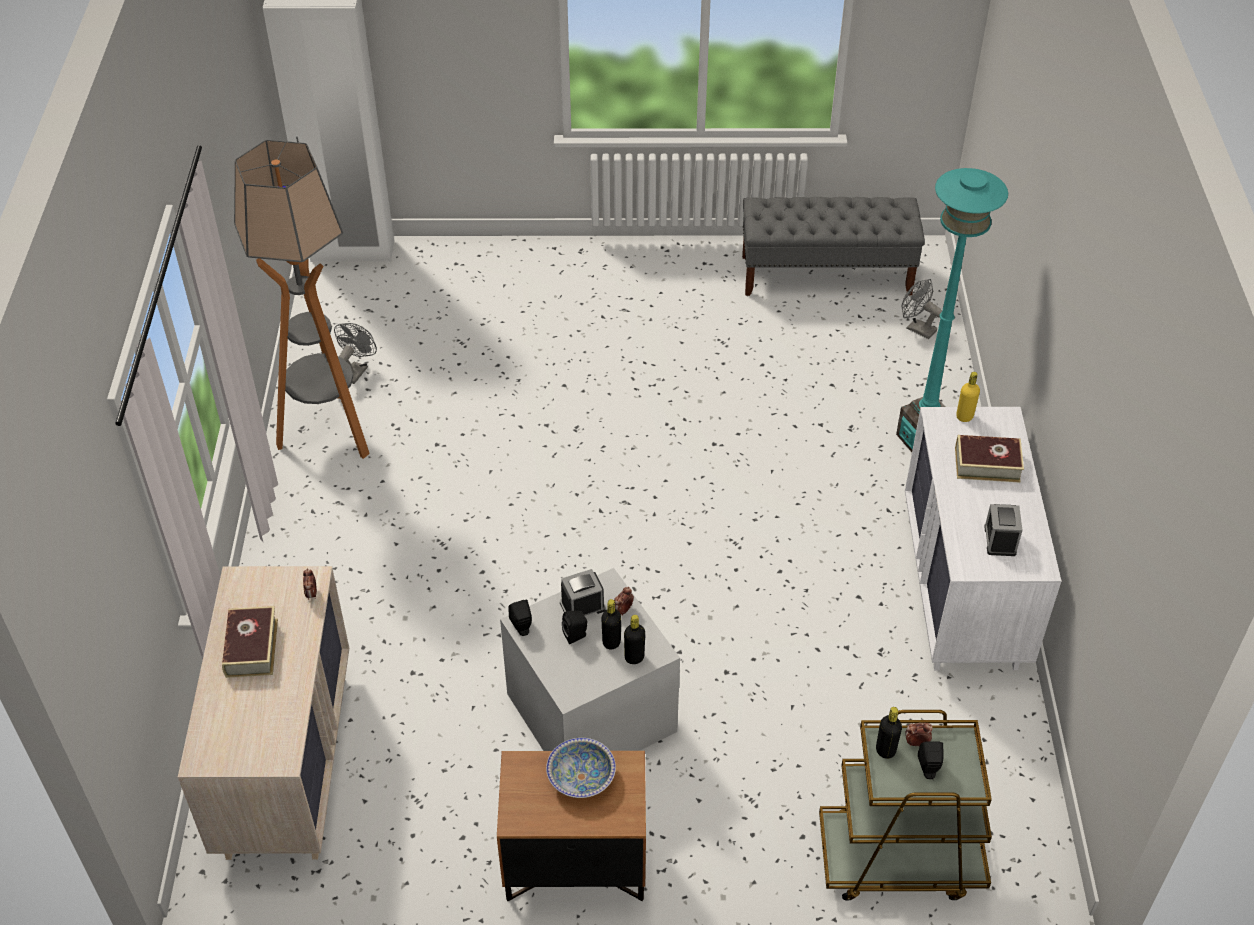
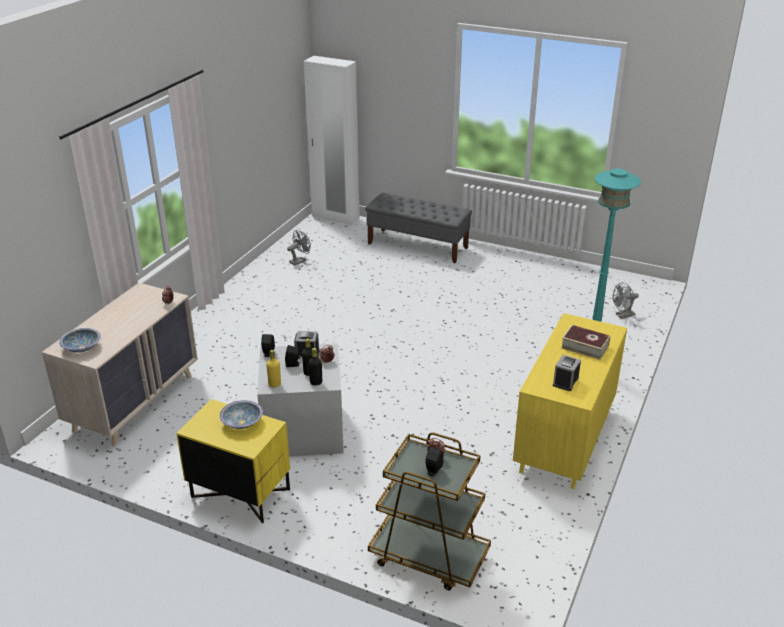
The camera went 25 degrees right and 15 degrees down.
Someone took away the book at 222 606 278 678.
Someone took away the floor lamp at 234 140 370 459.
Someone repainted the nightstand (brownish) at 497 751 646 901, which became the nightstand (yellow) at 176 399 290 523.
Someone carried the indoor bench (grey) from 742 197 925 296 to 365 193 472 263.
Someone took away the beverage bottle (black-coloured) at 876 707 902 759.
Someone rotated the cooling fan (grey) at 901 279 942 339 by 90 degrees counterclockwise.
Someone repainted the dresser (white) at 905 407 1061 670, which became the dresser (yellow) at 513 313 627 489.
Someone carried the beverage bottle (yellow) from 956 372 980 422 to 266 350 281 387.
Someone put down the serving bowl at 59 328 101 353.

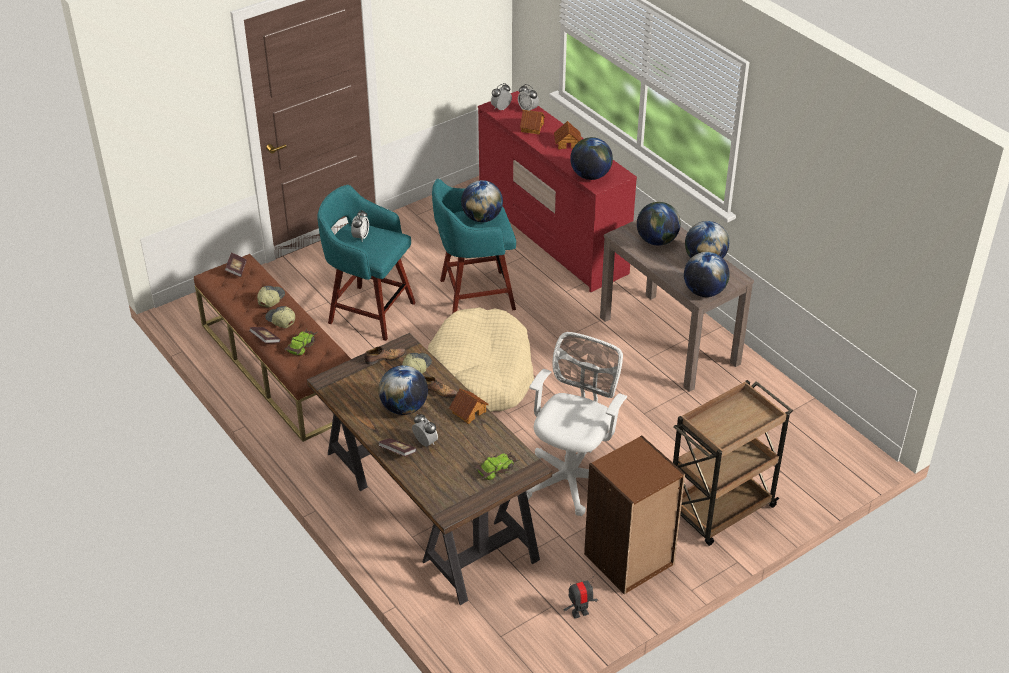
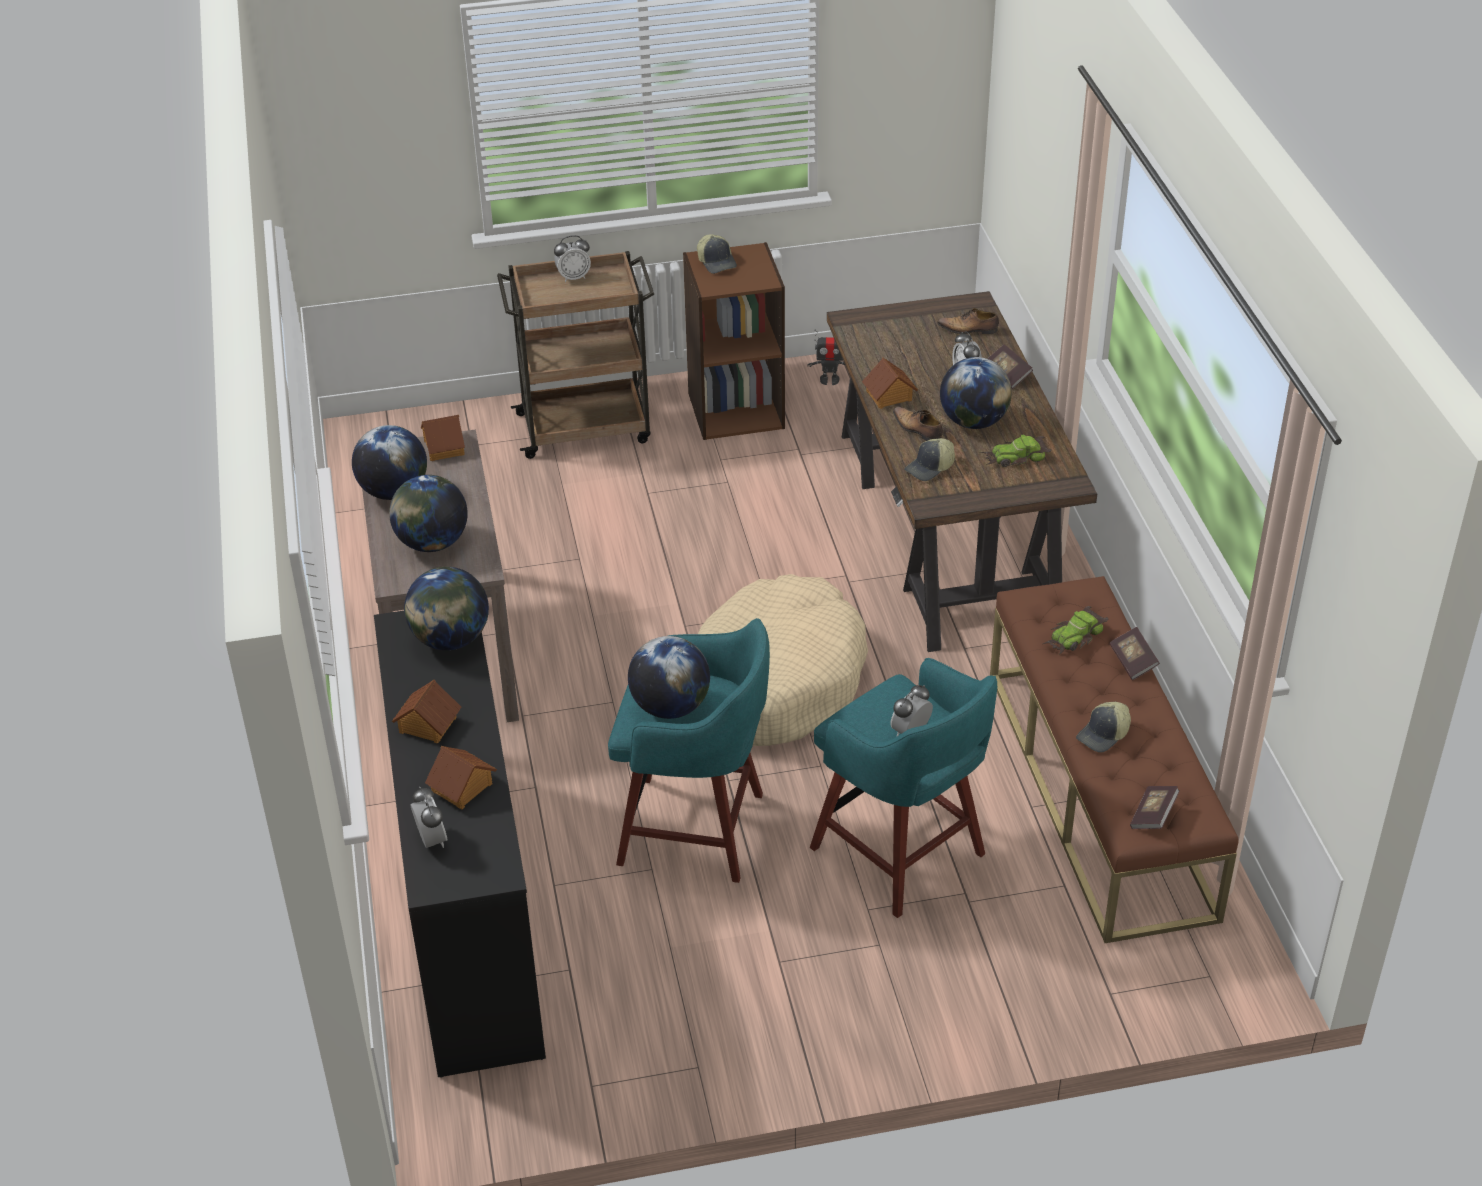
The camera went 155 degrees left and 0 degrees up.
Someone carried the peaked cap from 265 306 295 328 to 697 234 737 274.
Someone carried the shoe from 364 347 407 365 to 937 308 999 334.
Someone carried the toy car from 474 452 520 480 to 980 435 1052 467.
Someone repainted the dresser (red) at 478 91 637 292, which became the dresser (black-coloured) at 374 611 546 1078.
Someone carried the bedside clock from 491 83 512 110 to 554 235 591 282.
Someone took away the office chair (white) at 526 332 627 516.
Someone swapped the desk globe at 684 252 729 297 for the miniature house at 421 415 465 461.

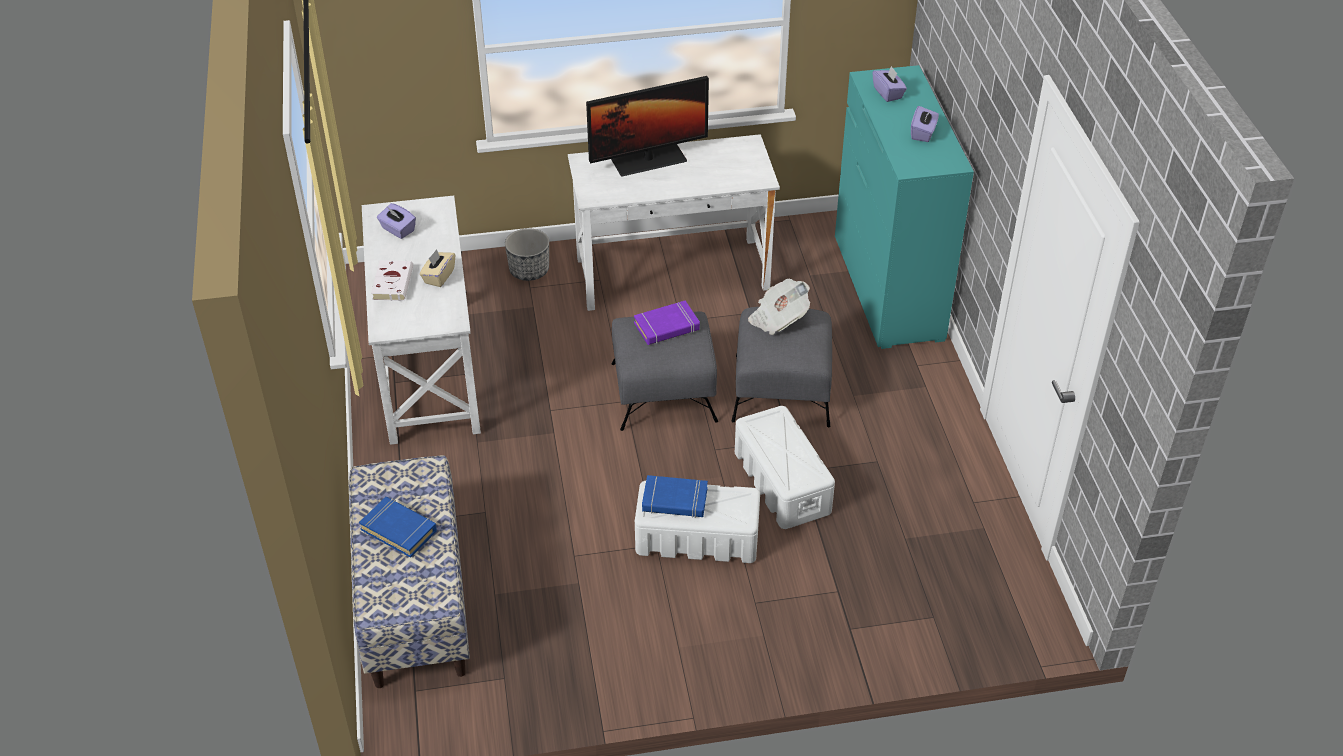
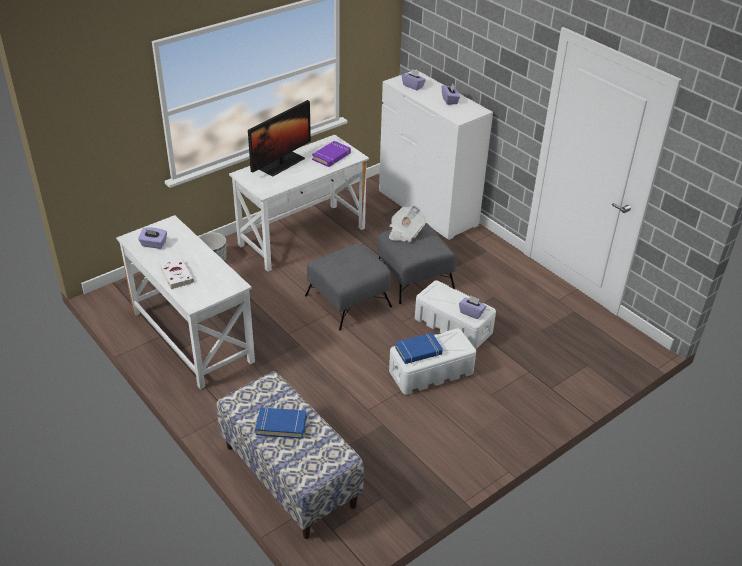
The camera went 30 degrees left and 5 degrees down.
Someone took away the tissue holder (beige-coloured) at 420 249 455 287.
Someone carried the book (purple) from 634 301 700 345 to 312 141 351 167.
Someone repainted the dresser (turquoise-coloured) at 835 65 974 349, which became the dresser (white) at 379 70 493 240.
Someone put down the tissue holder (purple) at 459 295 487 319.

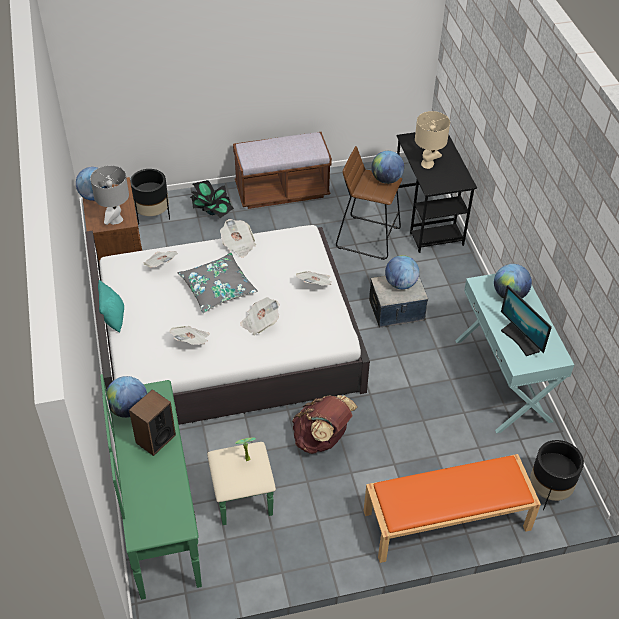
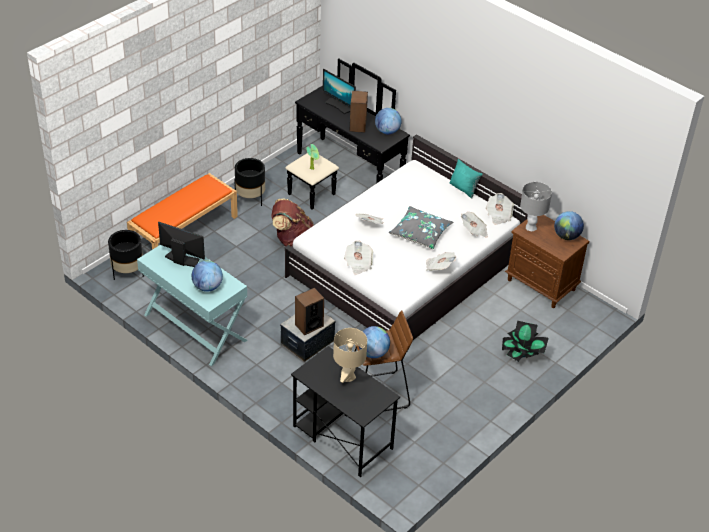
The camera went 145 degrees right and 5 degrees down.
Someone repainted the dresser (green-coloured) at 100 374 276 600, which became the dresser (black-coloured) at 285 59 410 209.
Someone carried the plant pot (black-coloured) from 130 169 170 224 to 234 158 265 206.
Someone carried the newspaper from 170 326 210 345 to 486 193 514 225.
Someone took away the indoor bench (brownish) at 233 132 332 209.
Someone swapped the desk globe at 385 255 419 289 for the audio speaker at 295 288 324 335.
Someone put down the monitor at 323 69 356 114.

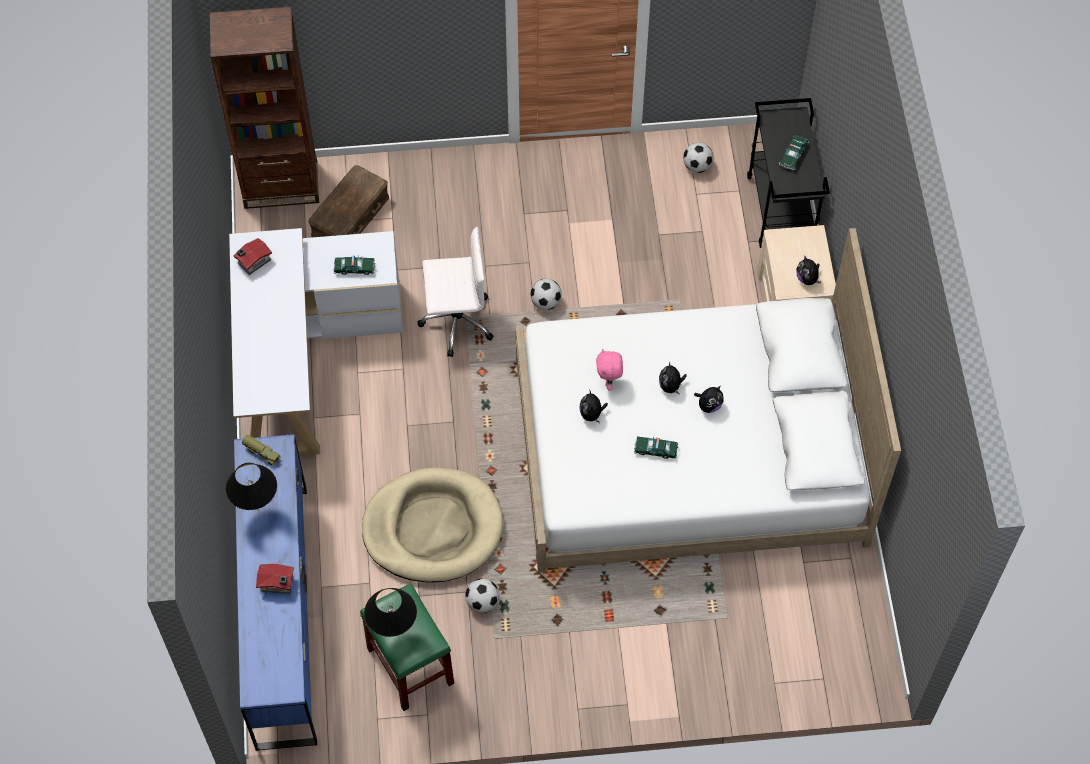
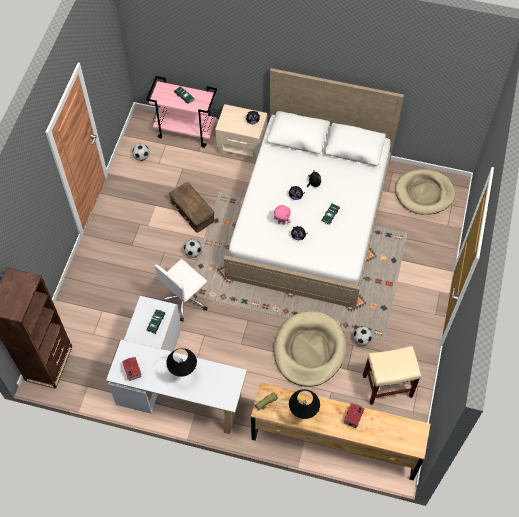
The camera went 70 degrees left and 0 degrees up.
Someone repainted the dresser (bluish) at 234 434 317 751, which became the dresser (brownish) at 251 382 430 480.
Someone carried the storage box (brownish) from 308 165 389 237 to 169 182 215 233.
Someone repainted the sitting stool (green-coloured) at 360 583 454 711, which became the sitting stool (beige-coloured) at 363 346 421 405.
Someone carried the lamp for a table (black-coloured) from 364 588 417 637 to 166 348 197 377.
Someone rotated the office chair (white) at 418 227 493 357 by 150 degrees counterclockwise.
Someone repainted the trolley (black-coloured) at 747 98 830 248, which became the trolley (pink-coloured) at 146 76 217 148.
Someone put down the dog cushion (beige-coloured) at 395 169 455 215.

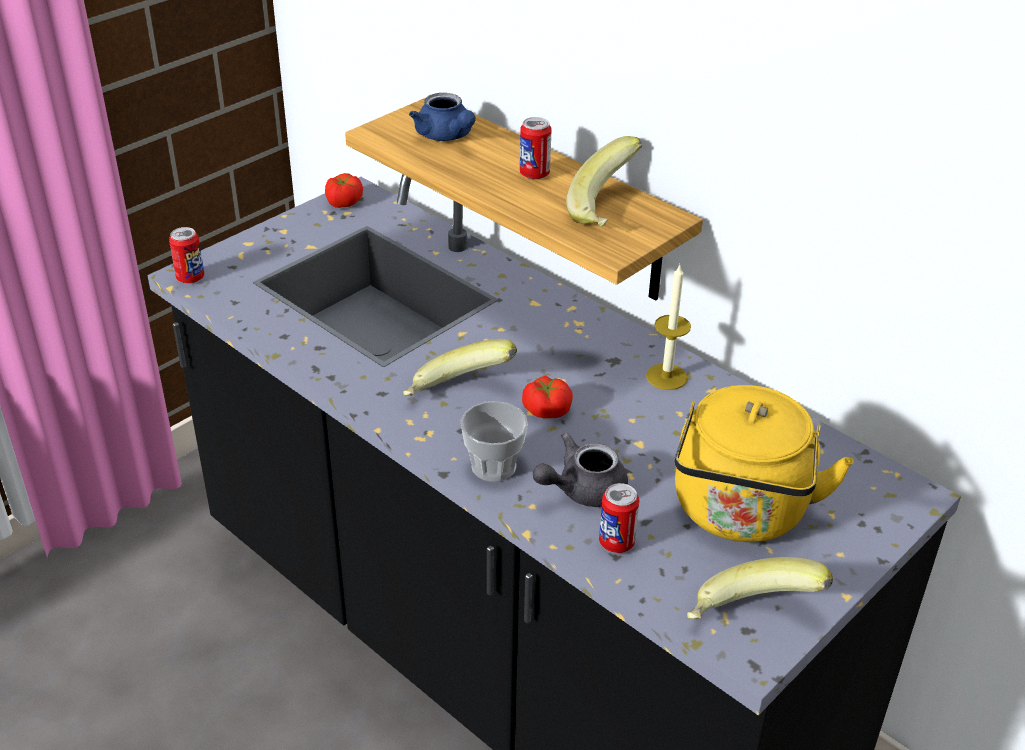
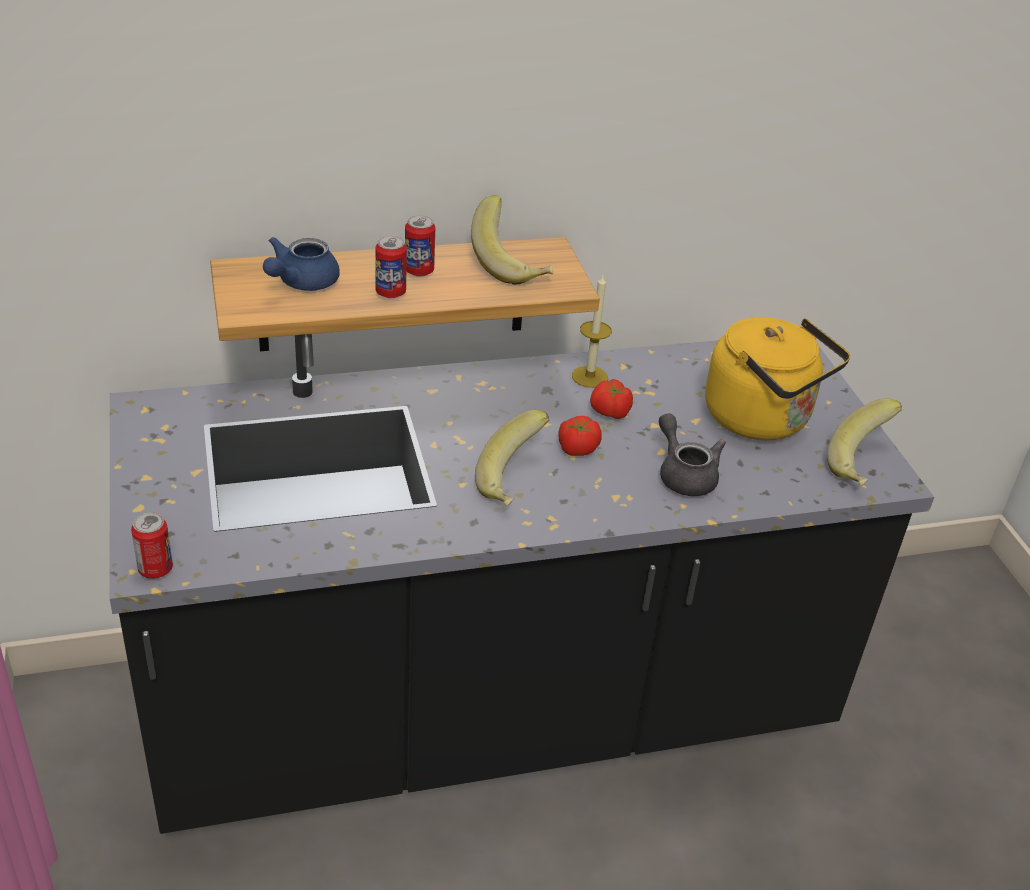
The camera went 60 degrees left and 0 degrees up.
Someone carried the fresh tomato from 325 173 363 208 to 590 379 633 419.
Someone rotated the tea pot (bluish) at 409 93 475 141 by 120 degrees clockwise.
Someone took away the cup at 461 401 528 482.
Someone rotated the tea pot (grey) at 533 433 628 507 by 150 degrees clockwise.
Someone carried the can from 599 483 639 553 to 375 236 407 298.

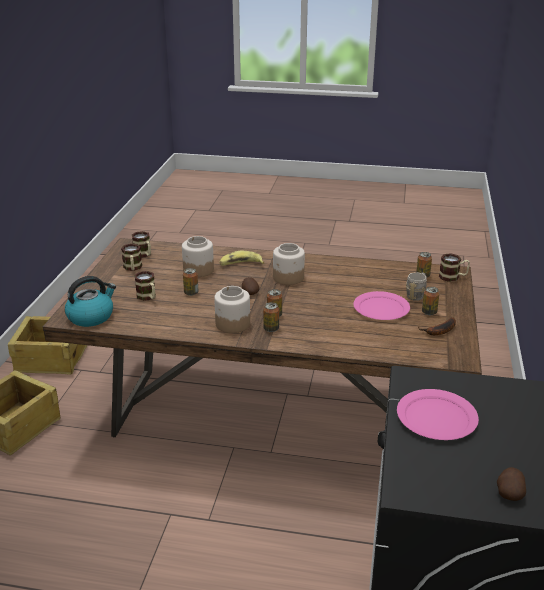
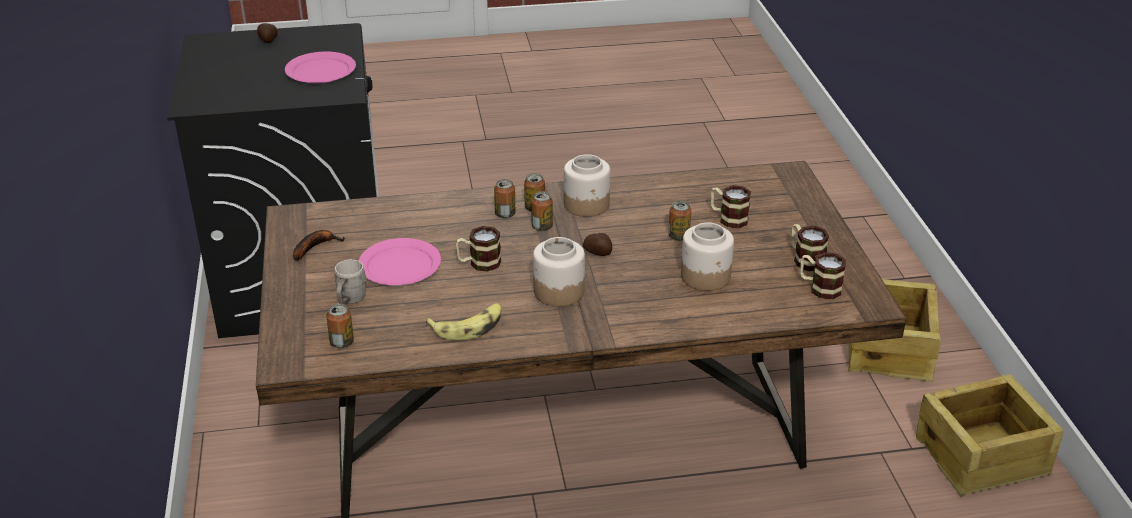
The camera went 160 degrees right and 5 degrees up.
Someone took away the tea kettle at 65 276 116 327.
Someone carried the whole banana from 220 251 264 266 to 426 303 502 340.
Someone carried the can from 422 287 439 315 to 494 179 516 218.
Someone carried the tea mug from 439 253 470 282 to 456 226 501 272.

